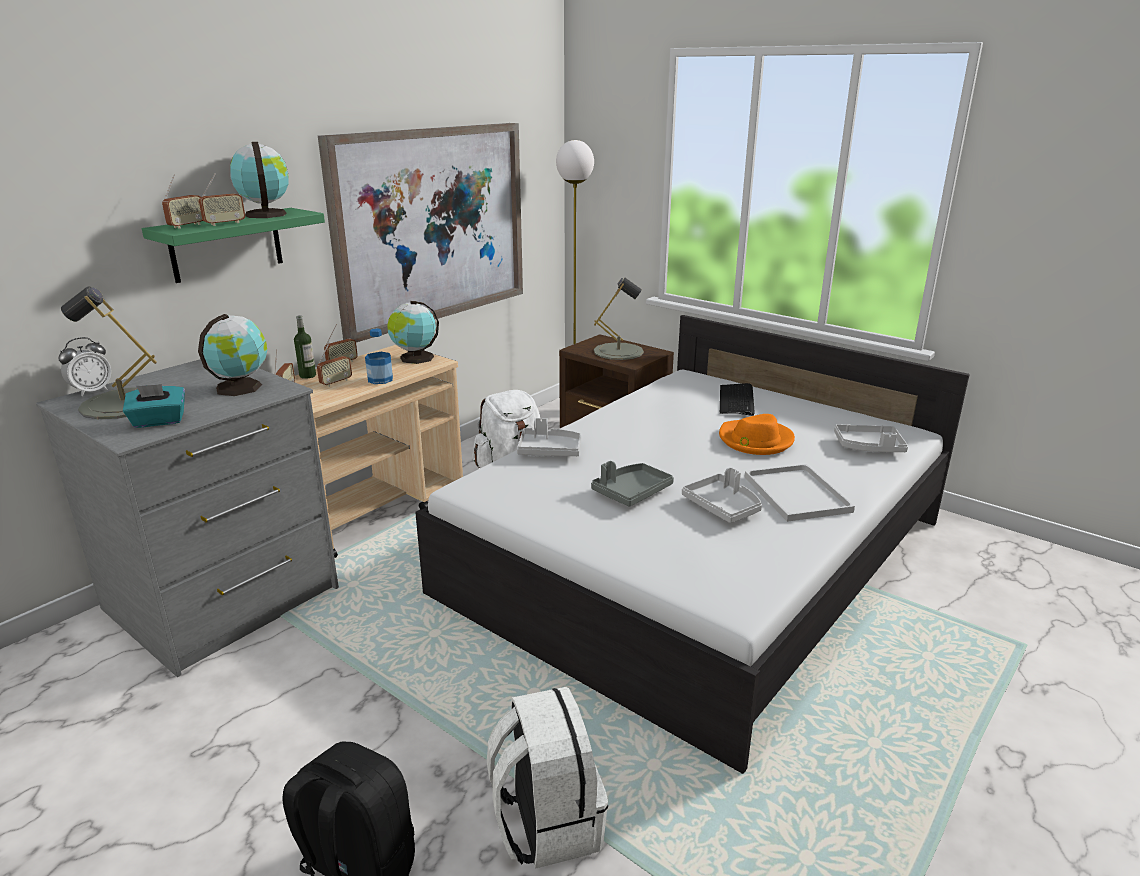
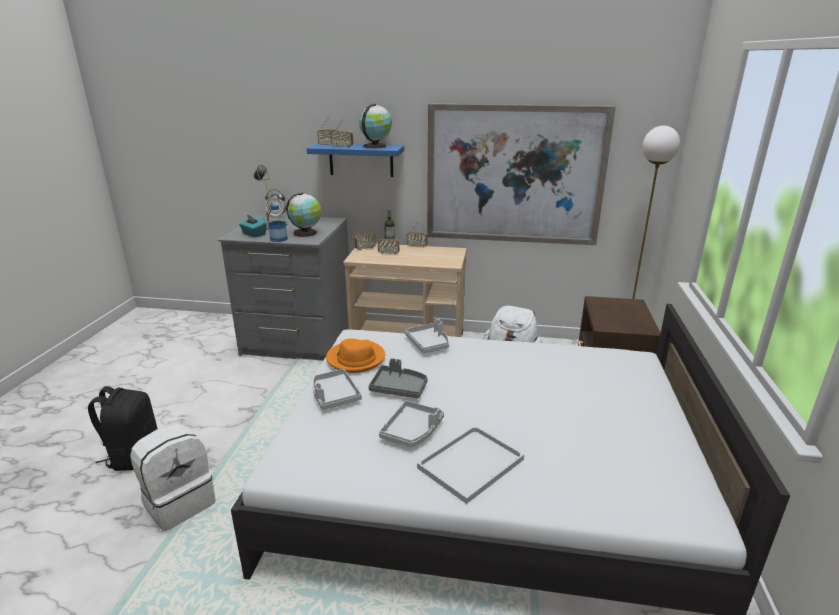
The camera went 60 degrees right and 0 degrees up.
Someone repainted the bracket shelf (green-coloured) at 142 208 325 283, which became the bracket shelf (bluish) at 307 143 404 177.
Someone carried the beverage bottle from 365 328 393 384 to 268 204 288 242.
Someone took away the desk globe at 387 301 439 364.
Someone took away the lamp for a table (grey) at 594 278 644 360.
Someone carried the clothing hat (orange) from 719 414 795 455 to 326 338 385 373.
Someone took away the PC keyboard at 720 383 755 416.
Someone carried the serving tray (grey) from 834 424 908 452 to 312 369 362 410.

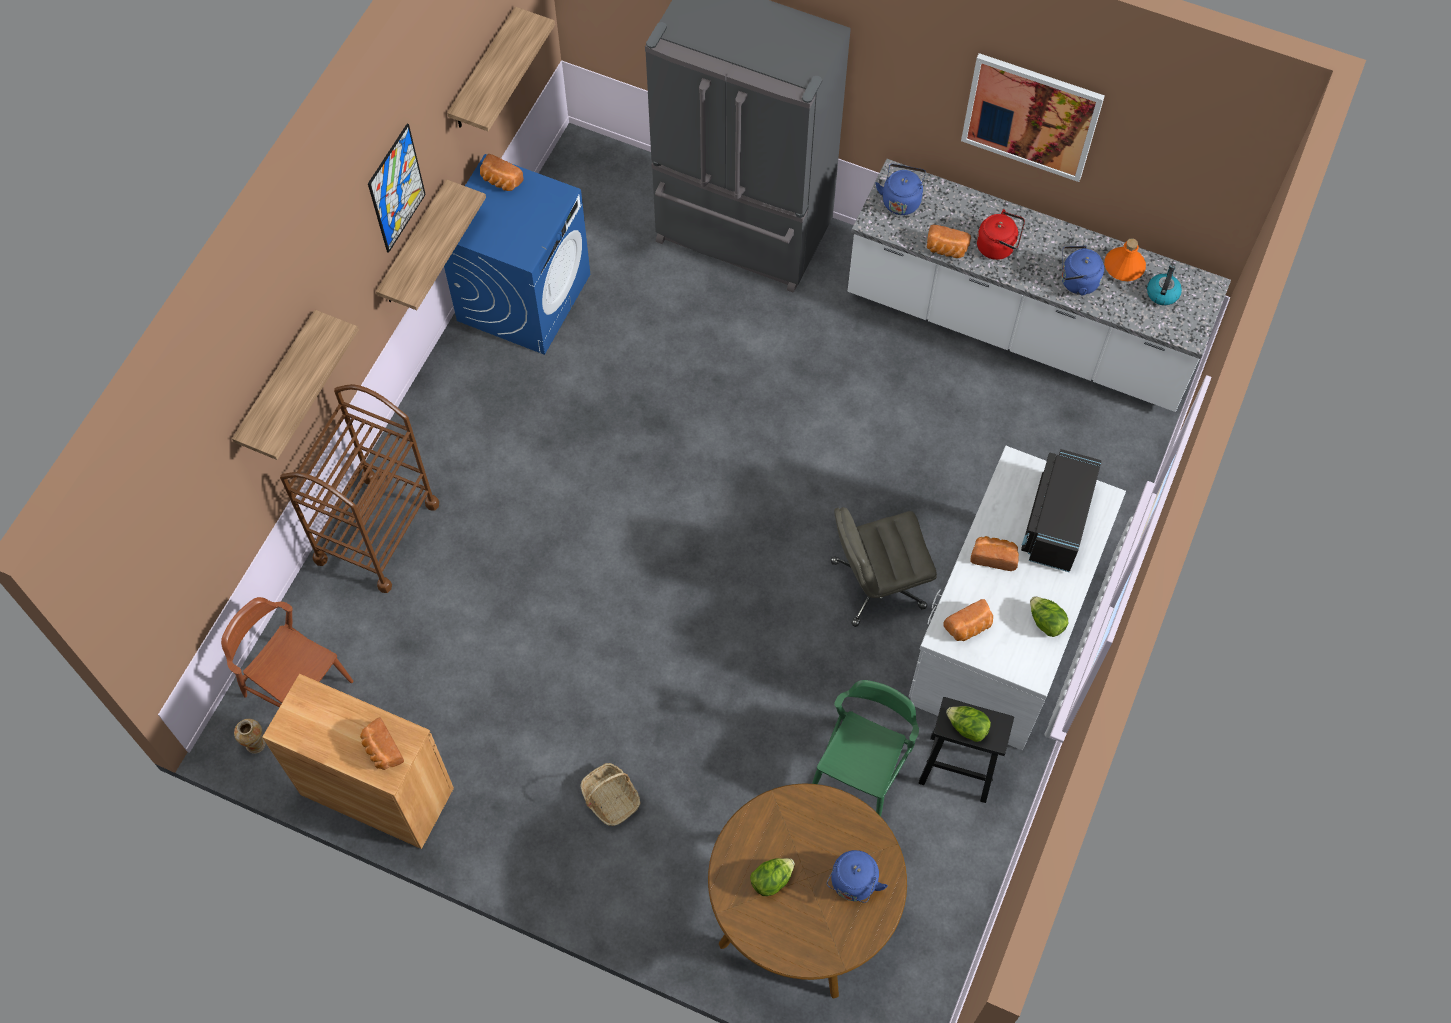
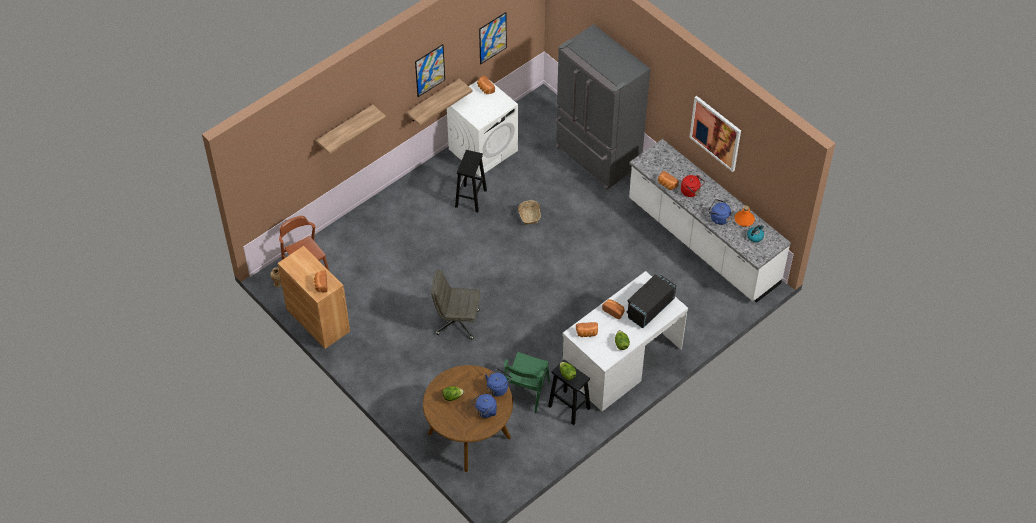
The camera went 25 degrees right and 10 degrees down.
Someone took away the trolley (brownish) at 280 384 439 593.
Someone repainted the washing machine (bluish) at 444 154 590 355, which became the washing machine (white) at 447 80 518 177.
Someone swapped the bracket shelf at 447 7 555 131 for the picture at 479 12 507 64.
Someone carried the household basket from 580 763 641 826 to 518 200 541 225.
Someone rotated the chair (green-coloured) at 812 680 919 816 by 150 degrees clockwise.
Someone carried the office chair (grey) from 831 507 937 627 to 431 269 480 340.
Someone carried the tea kettle (bluish) from 875 164 926 215 to 485 368 512 396.
Someone put down the sitting stool (black-coloured) at 455 150 487 212.

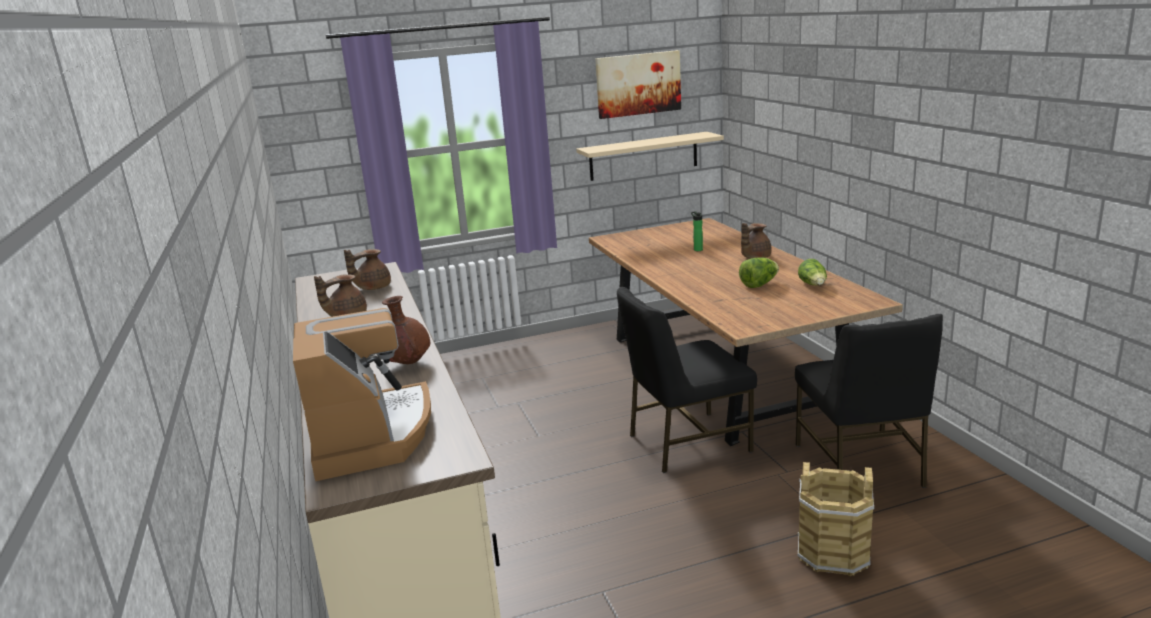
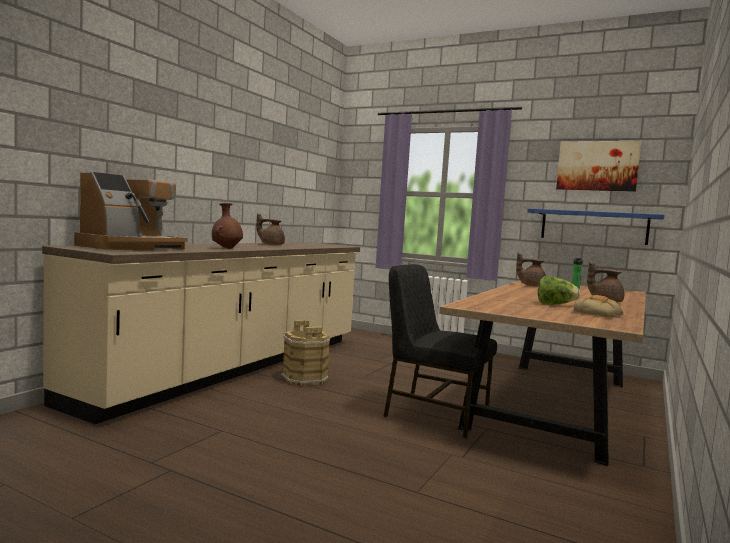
The camera went 45 degrees right and 15 degrees down.
Someone carried the tea pot (brownish) from 344 249 391 290 to 516 253 546 287.
Someone repainted the bracket shelf (beige-coloured) at 576 132 724 181, which became the bracket shelf (bluish) at 527 209 665 245.
Someone took away the chair (black-coloured) at 795 314 943 488.
Someone carried the bucket (brownish) from 797 462 874 576 to 281 320 331 386.
Someone swapped the lettuce at 798 259 827 285 for the baked bread at 573 295 623 317.

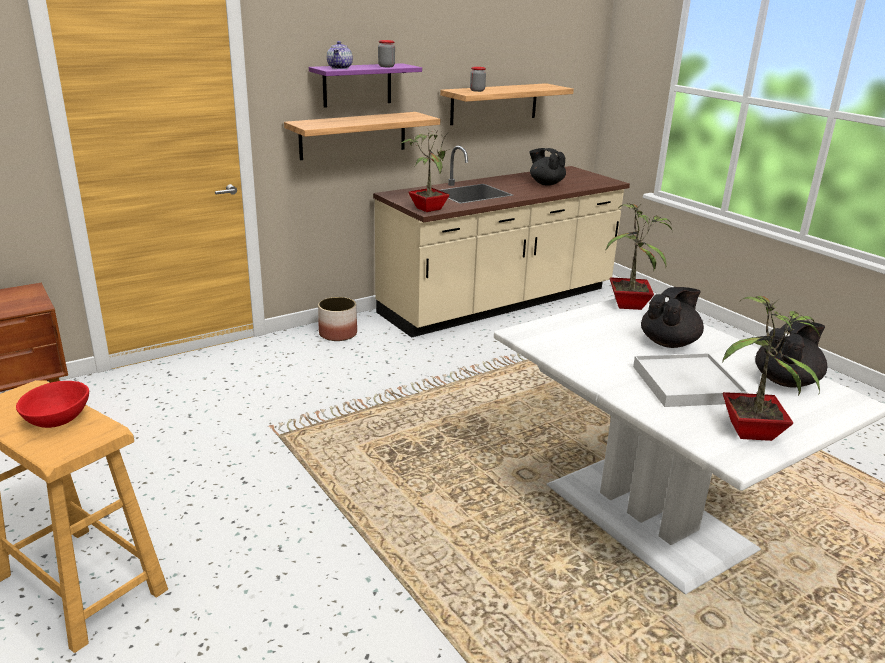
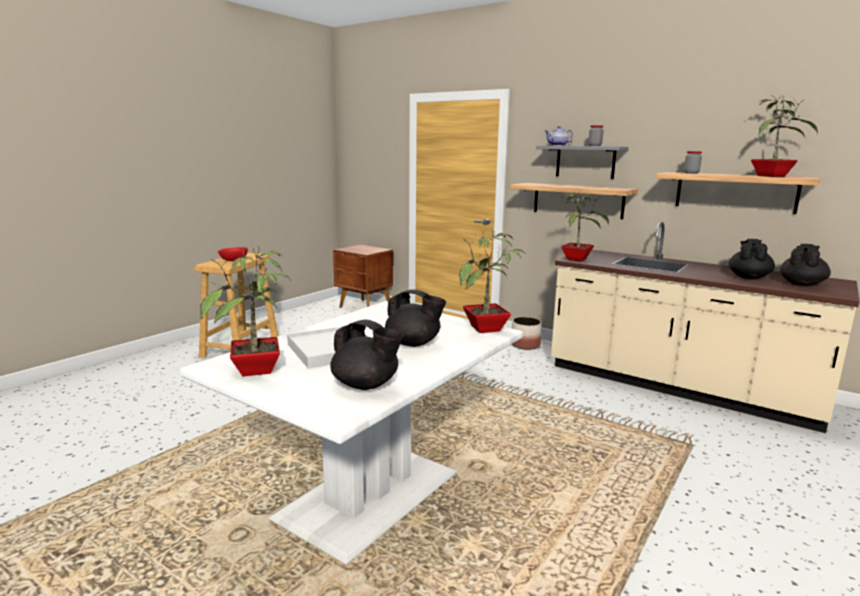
The camera went 70 degrees right and 10 degrees down.
Someone repainted the bracket shelf (purple) at 309 63 422 108, which became the bracket shelf (grey) at 536 146 629 179.
Someone put down the houseplant at 751 95 818 177.
Someone put down the tea pot (black-coloured) at 780 244 831 286.

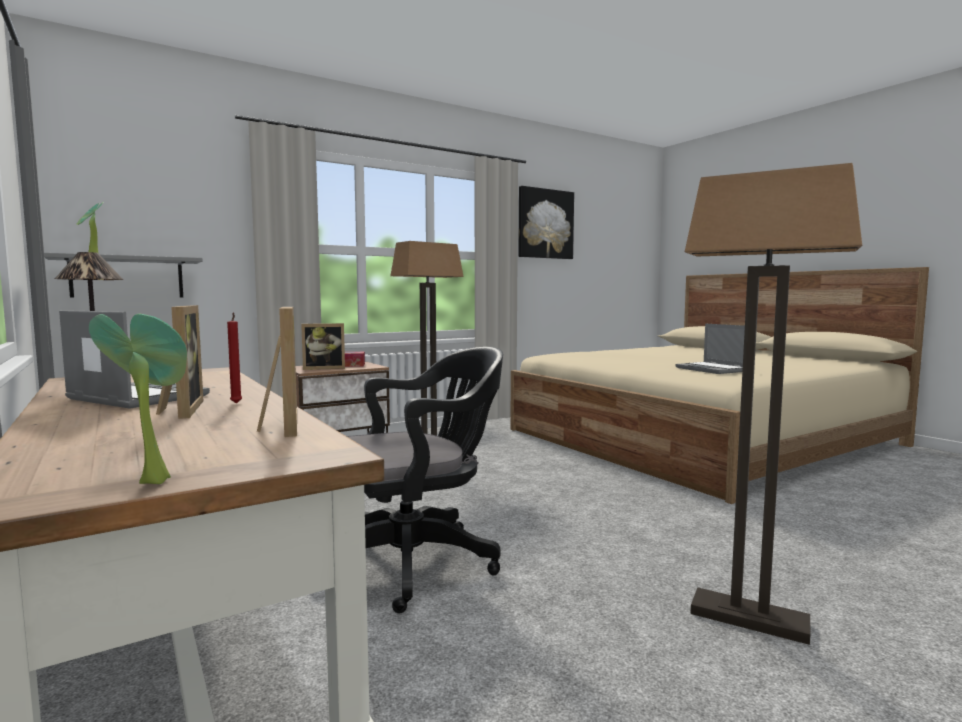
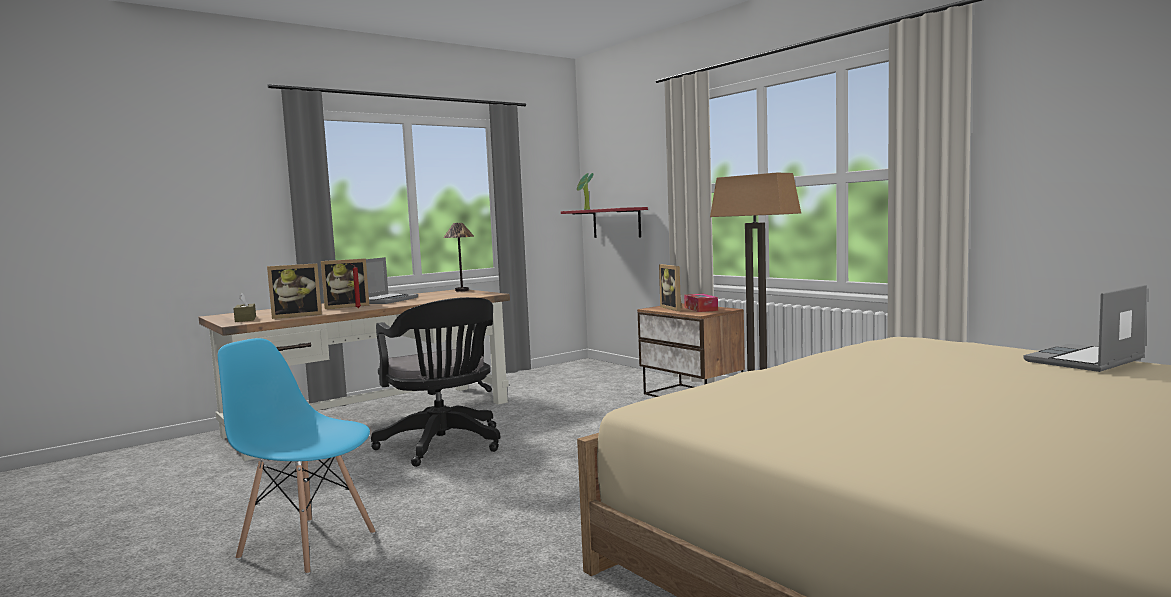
The camera went 85 degrees right and 0 degrees up.
Someone repainted the bracket shelf (grey) at 44 253 203 298, which became the bracket shelf (red) at 561 207 648 238.
Someone took away the houseplant at 89 314 187 484.
Someone took away the picture at 518 186 574 259.
Someone carried the laptop from 675 324 745 374 to 1023 285 1147 372.
Someone swapped the floor lamp at 684 163 862 645 for the chair (bluish) at 218 338 376 575.
Someone put down the tissue holder (brownish) at 233 292 256 322.

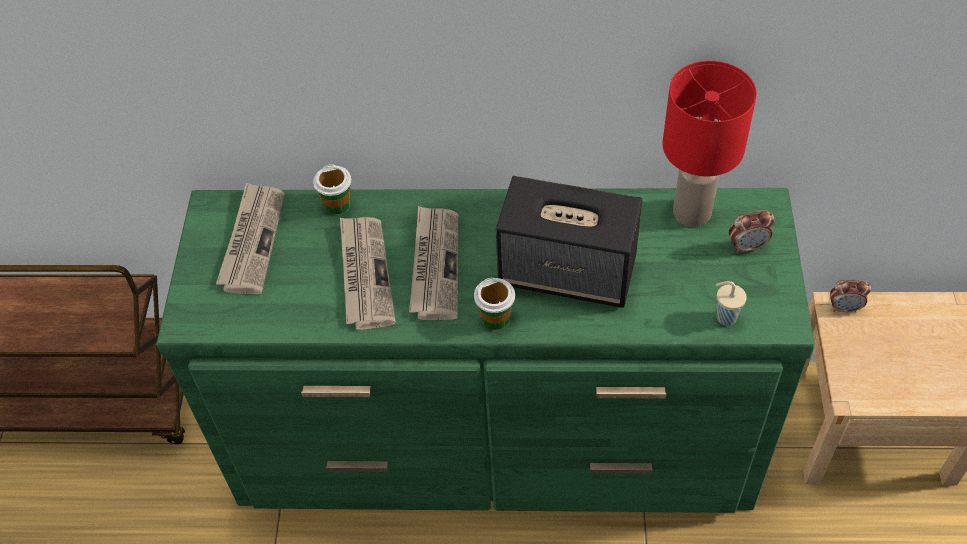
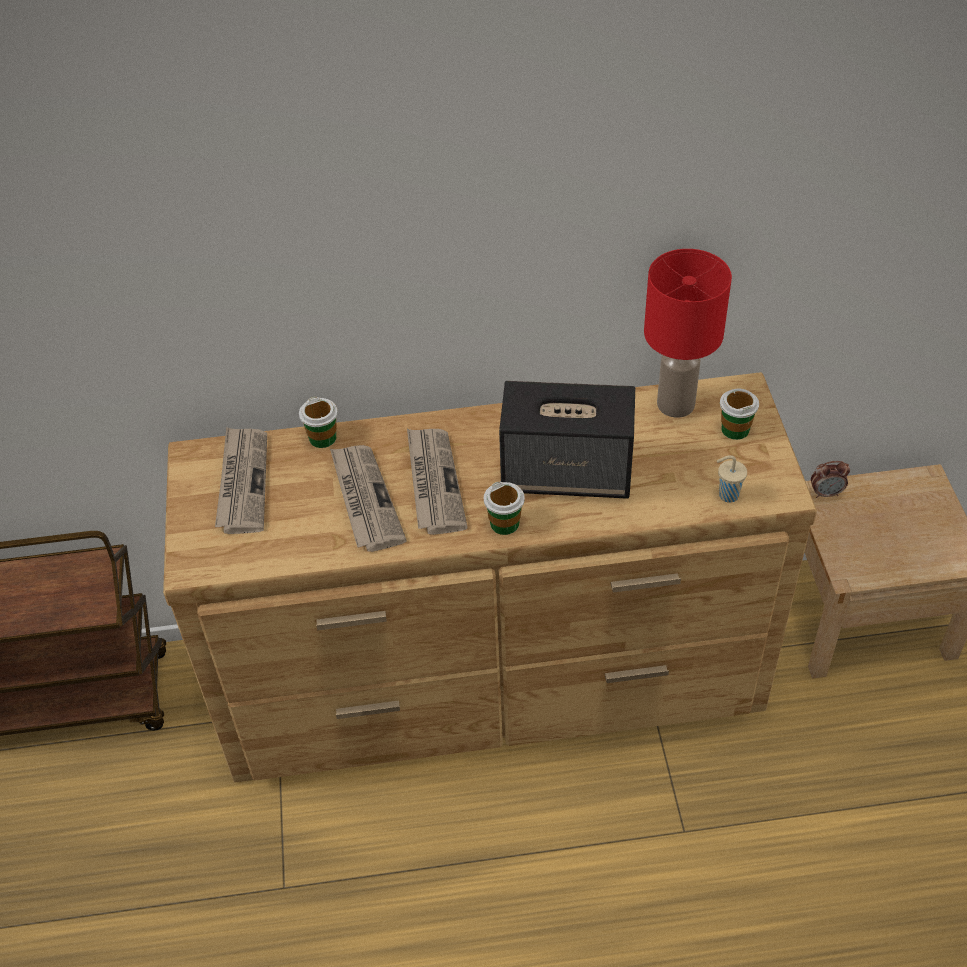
The camera went 10 degrees left and 5 degrees down.
Someone repainted the dresser (green-coloured) at 156 188 815 513, which became the dresser (brownish) at 163 372 817 782.
Someone swapped the bedside clock at 729 210 775 253 for the cup at 720 389 759 440.

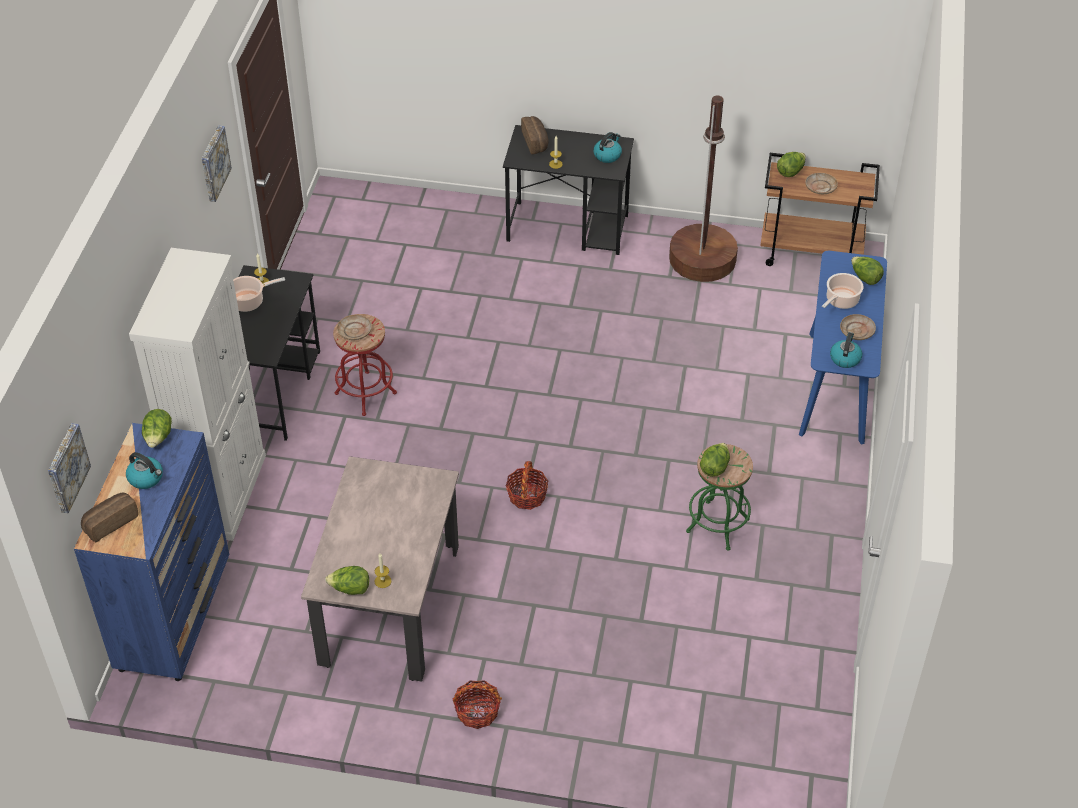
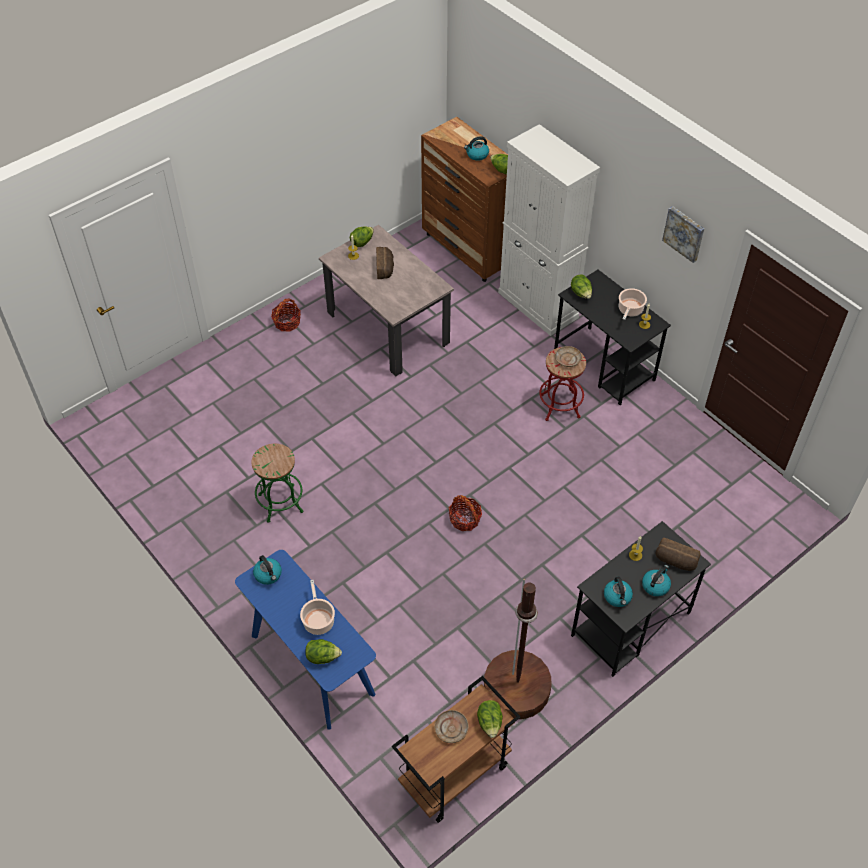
The camera went 130 degrees right and 5 degrees up.
Someone took away the picture at 48 423 91 513.
Someone repainted the dresser (bluish) at 74 423 229 681, which became the dresser (brownish) at 421 117 508 282.
Someone carried the baked bread from 81 493 138 542 to 376 247 394 279.
Someone carried the household basket from 506 461 548 510 to 449 495 482 531.
Someone carried the lettuce from 700 443 730 477 to 571 274 592 299.
Someone took away the dinner plate (beige-coloured) at 840 314 876 340.
Someone put down the tea kettle at 642 565 671 596.

